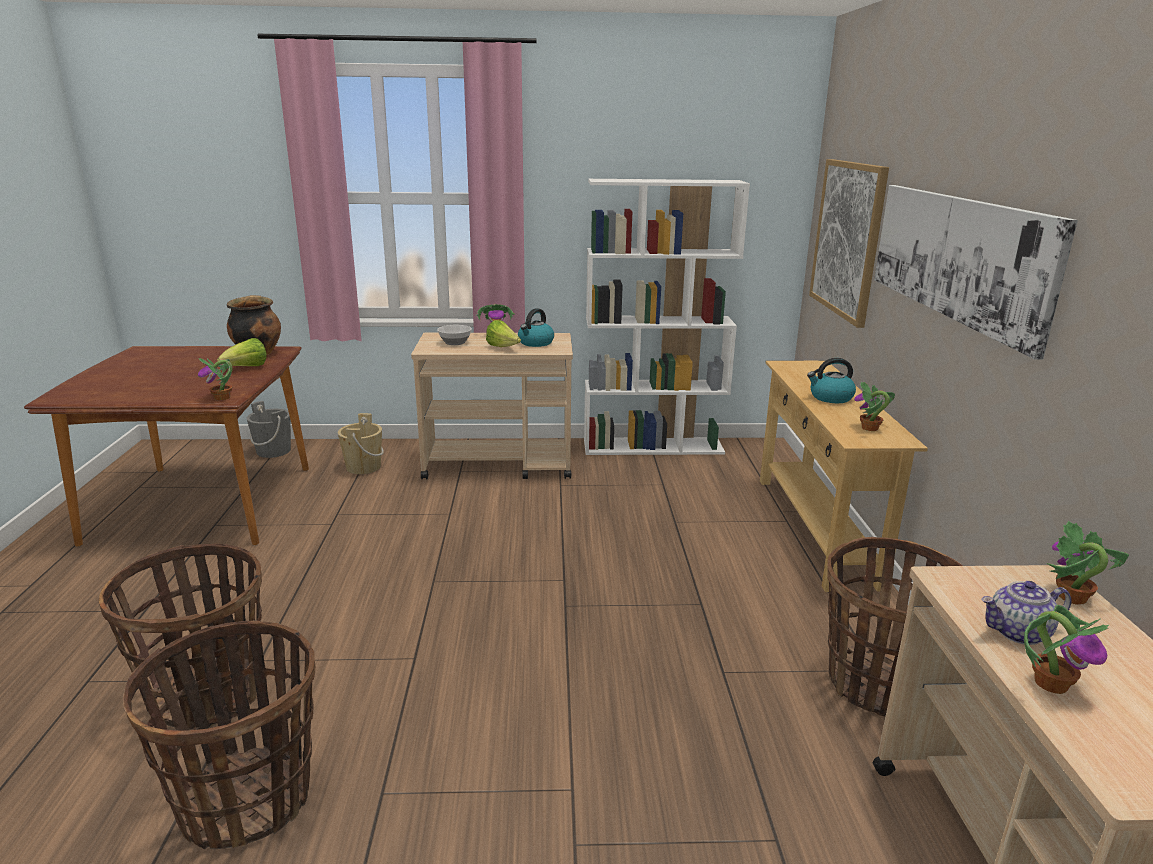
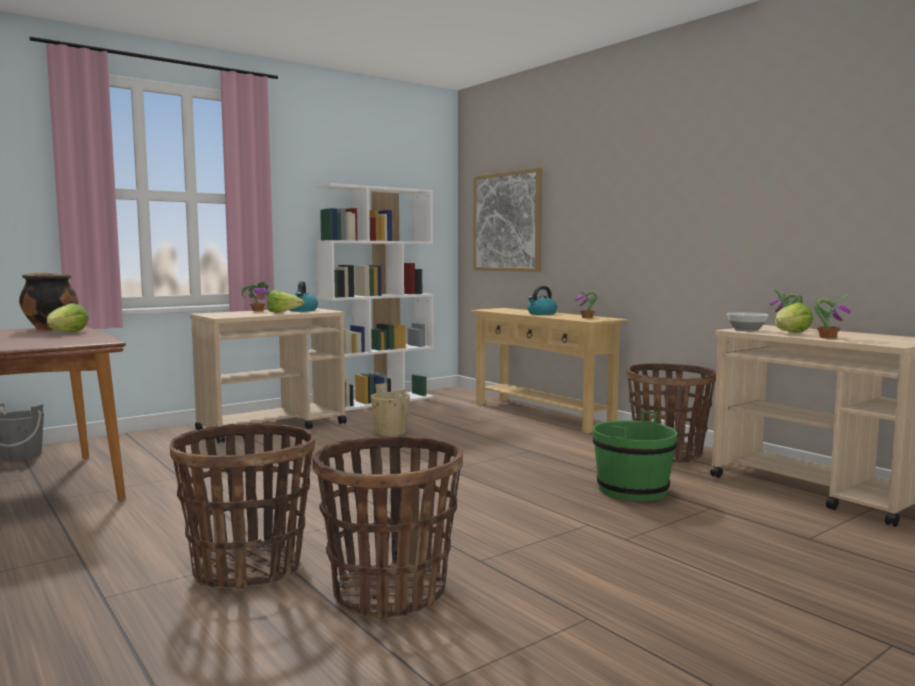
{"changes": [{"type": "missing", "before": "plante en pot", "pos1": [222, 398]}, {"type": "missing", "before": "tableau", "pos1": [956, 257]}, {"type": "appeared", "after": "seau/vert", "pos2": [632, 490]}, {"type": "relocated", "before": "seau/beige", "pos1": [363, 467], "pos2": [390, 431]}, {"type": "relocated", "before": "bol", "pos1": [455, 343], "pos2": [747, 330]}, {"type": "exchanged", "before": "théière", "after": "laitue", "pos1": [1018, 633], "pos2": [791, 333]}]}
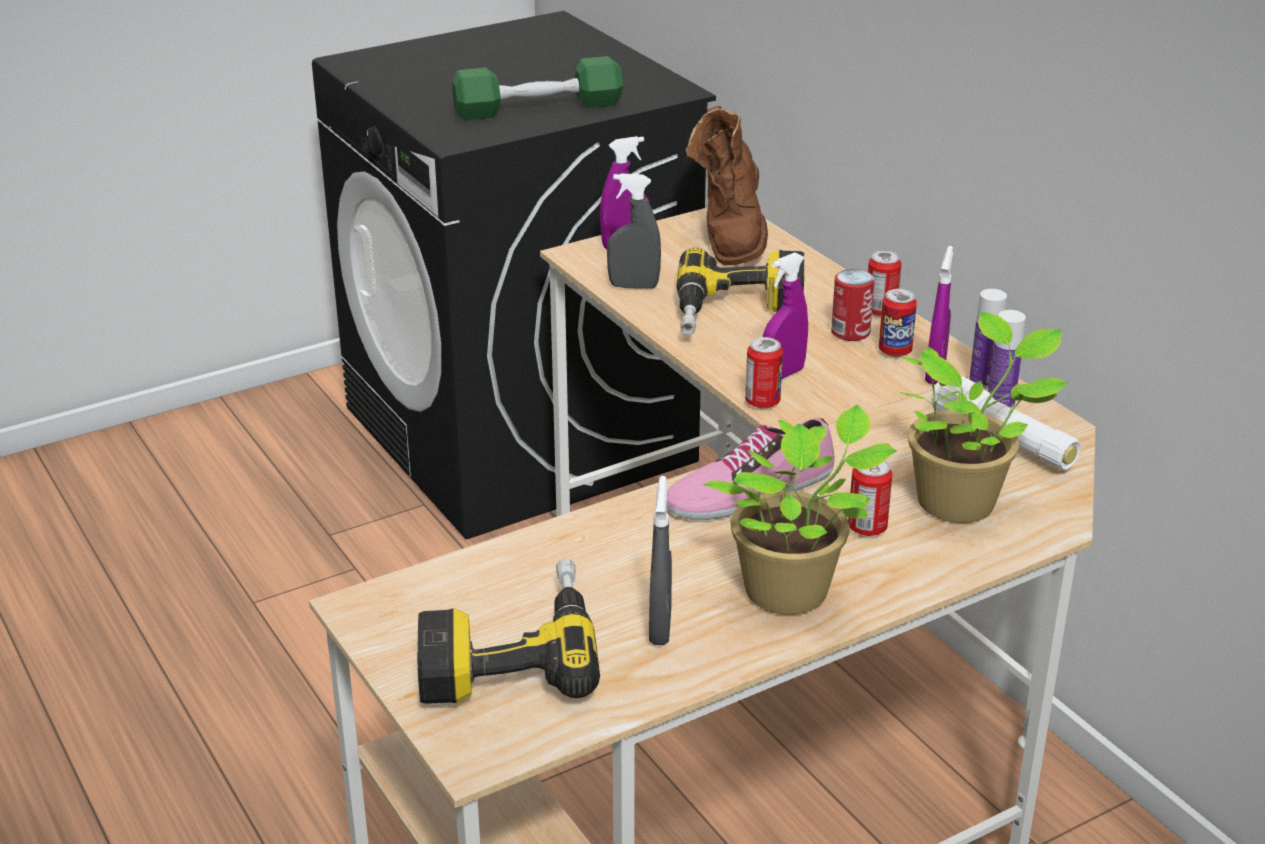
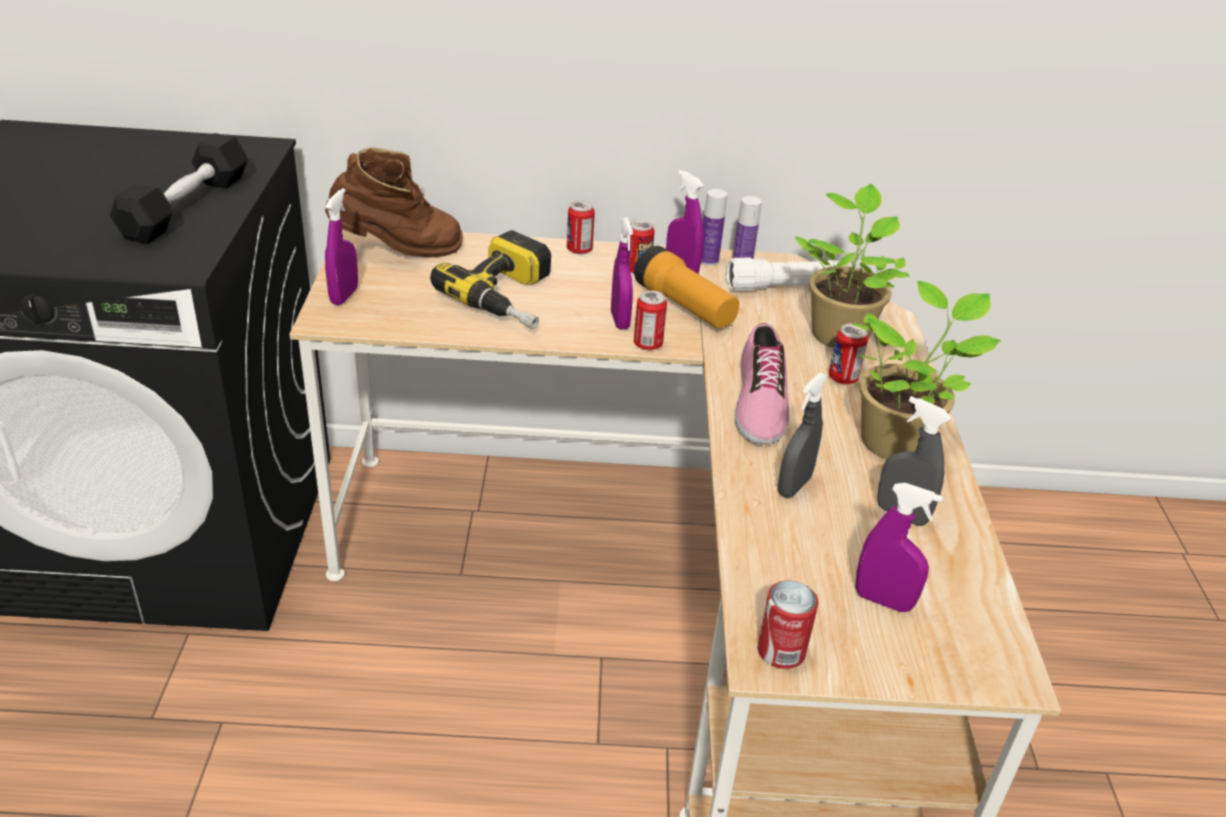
{"changes": [{"type": "appeared", "after": "lampe de poche", "pos2": [684, 307]}, {"type": "relocated", "before": "vaporisateur/gris", "pos1": [633, 286], "pos2": [794, 486]}, {"type": "relocated", "before": "boîte métallique", "pos1": [850, 332], "pos2": [781, 651]}, {"type": "exchanged", "before": "perceuse", "after": "vaporisateur/violet", "pos1": [508, 650], "pos2": [883, 600]}, {"type": "colour", "before": "haltère/vert", "after": "haltère/noir", "pos1": [538, 108], "pos2": [187, 206]}, {"type": "spun", "before": "botte/marron", "pos1": [731, 238], "pos2": [397, 251], "turn": -45}]}
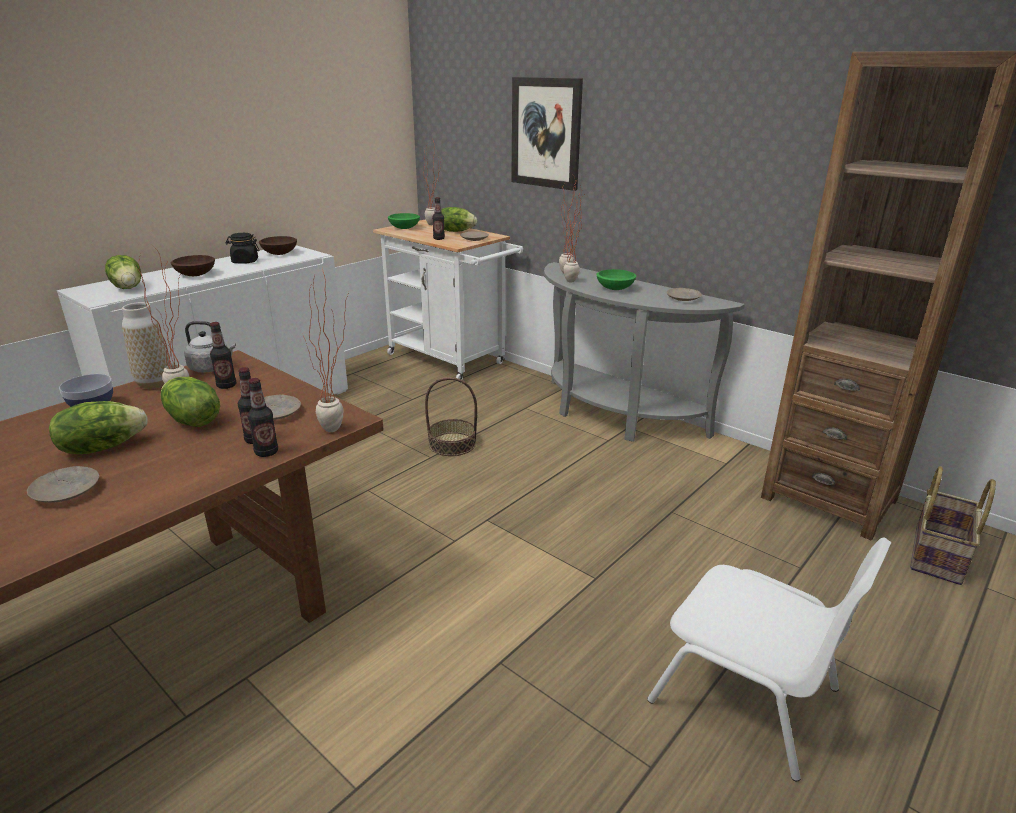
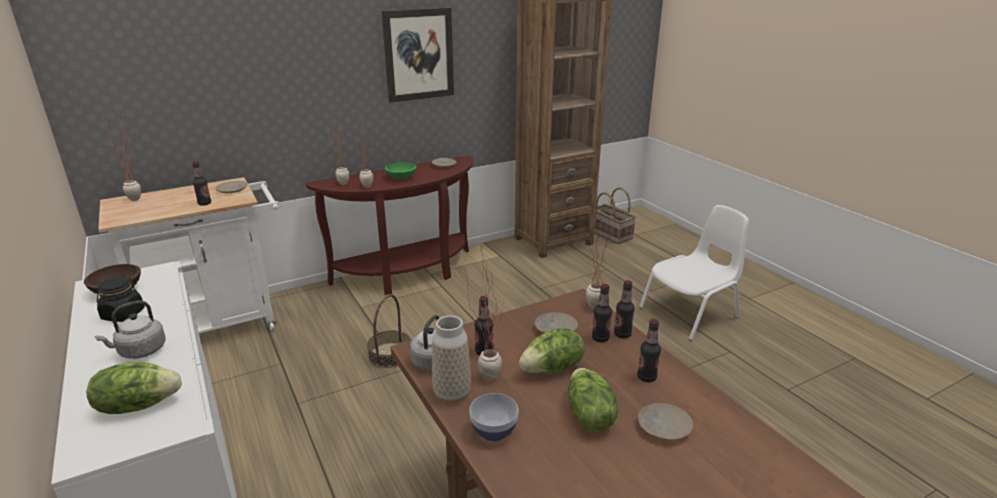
{"changes": [{"type": "missing", "before": "bol/vert", "pos1": [404, 228]}, {"type": "missing", "before": "laitue", "pos1": [455, 231]}, {"type": "appeared", "after": "bouteille", "pos2": [646, 377]}, {"type": "relocated", "before": "tableau", "pos1": [546, 133], "pos2": [418, 54]}, {"type": "exchanged", "before": "bol/marron", "after": "bouilloire/gris", "pos1": [195, 274], "pos2": [140, 351]}, {"type": "colour", "before": "table console/gris", "after": "table console/marron", "pos1": [613, 415], "pos2": [408, 274]}]}
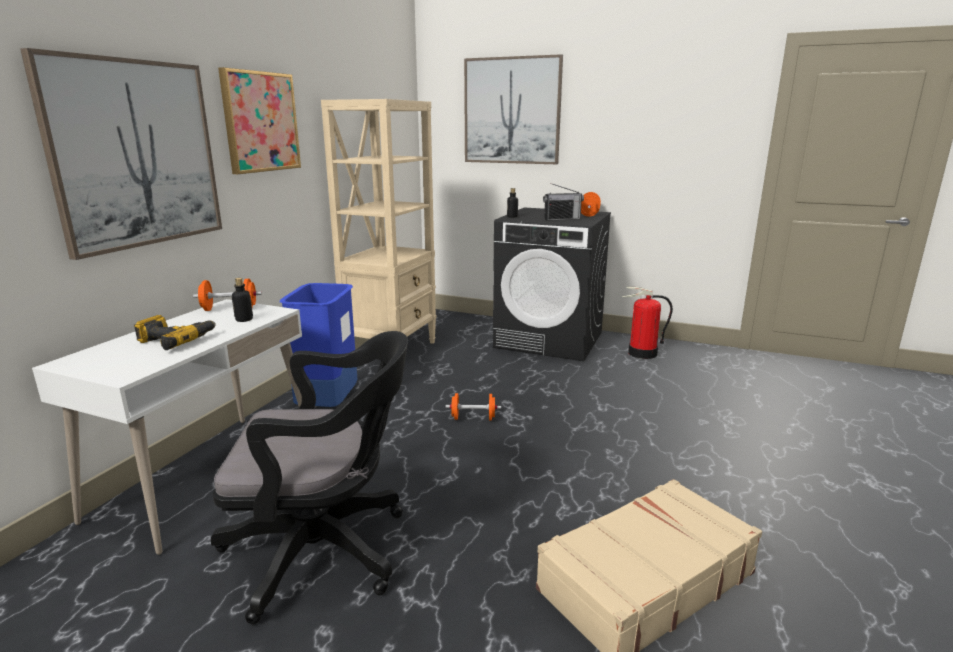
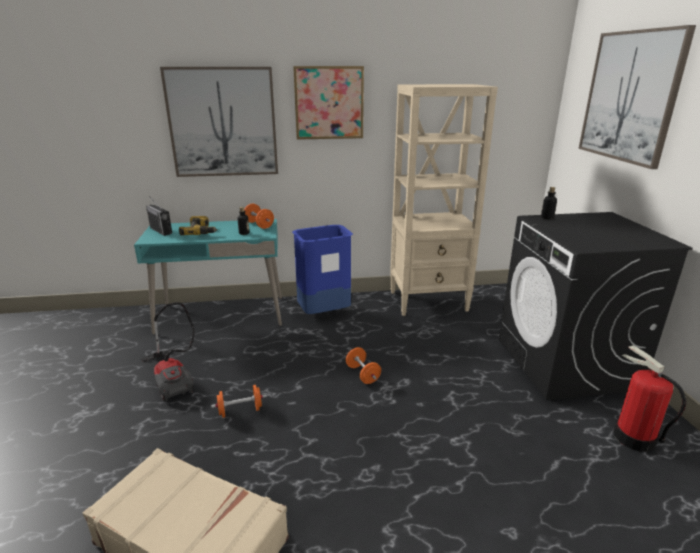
{"changes": [{"type": "relocated", "before": "radio", "pos1": [562, 219], "pos2": [161, 231]}, {"type": "relocated", "before": "haltère/orange", "pos1": [589, 214], "pos2": [240, 411]}, {"type": "exchanged", "before": "chaise de bureau/noir", "after": "aspirateur", "pos1": [326, 550], "pos2": [173, 378]}, {"type": "colour", "before": "bureau/blanc", "after": "bureau/turquoise", "pos1": [208, 476], "pos2": [221, 314]}]}
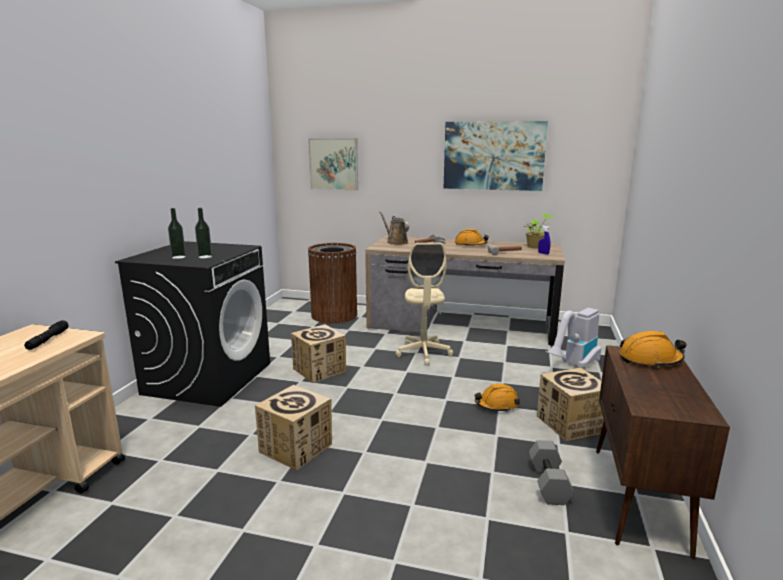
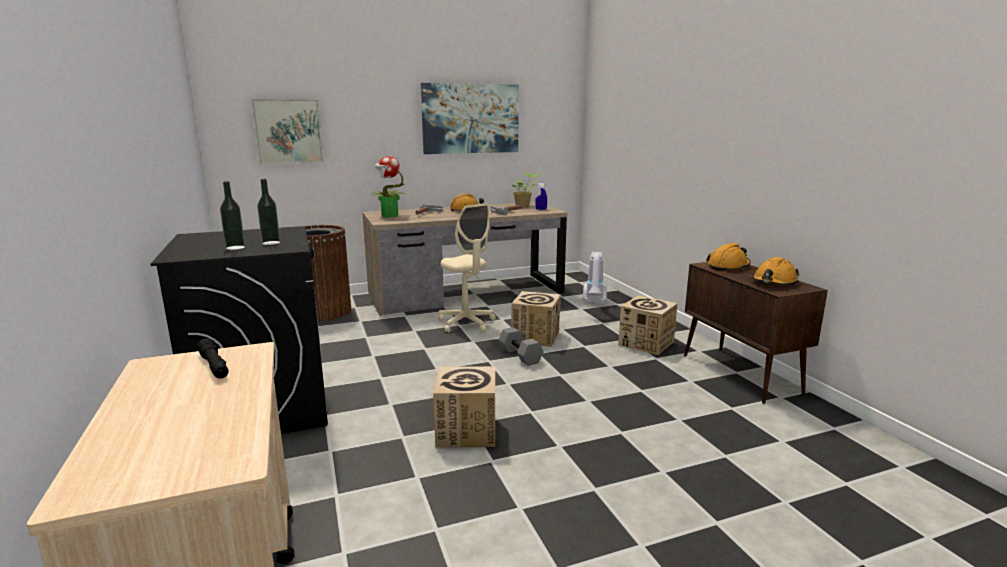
{"changes": [{"type": "relocated", "before": "carton", "pos1": [319, 370], "pos2": [536, 336]}, {"type": "relocated", "before": "casque de chantier/orange", "pos1": [497, 405], "pos2": [774, 282]}, {"type": "relocated", "before": "haltère/gris", "pos1": [549, 483], "pos2": [521, 355]}, {"type": "exchanged", "before": "arrosoir/marron", "after": "plante en pot", "pos1": [395, 242], "pos2": [389, 216]}]}
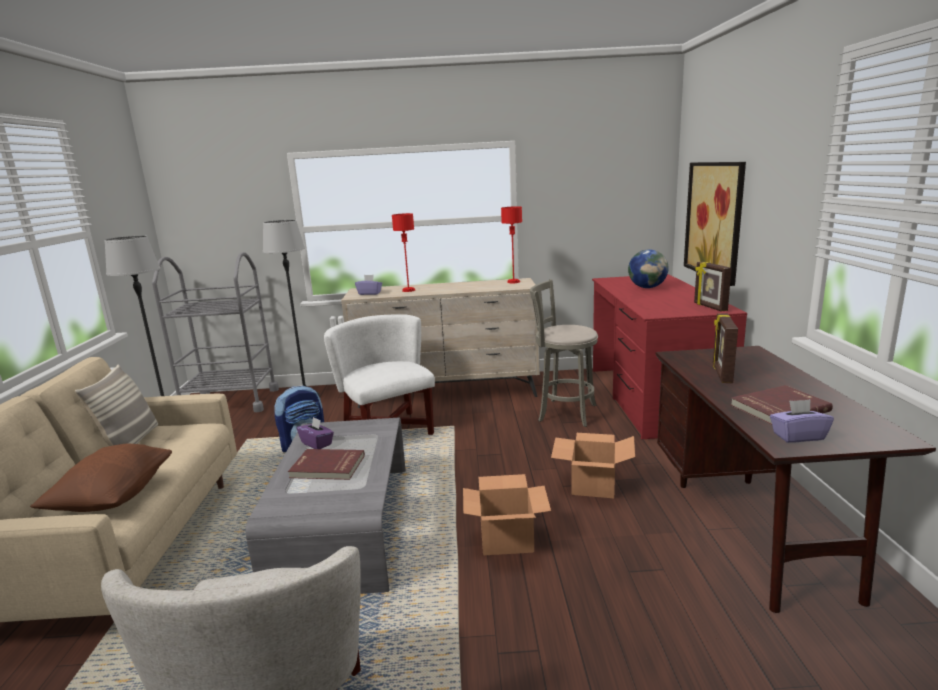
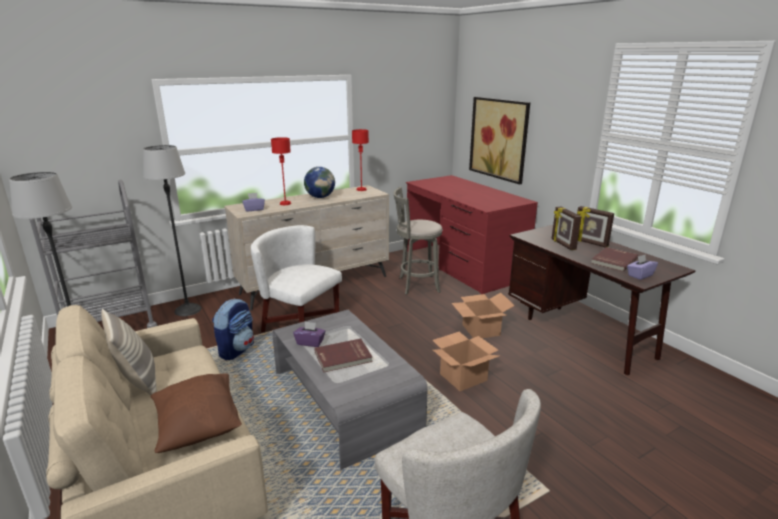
{"changes": [{"type": "relocated", "before": "globe", "pos1": [647, 287], "pos2": [320, 197]}, {"type": "relocated", "before": "cadre photo", "pos1": [709, 307], "pos2": [590, 243]}]}
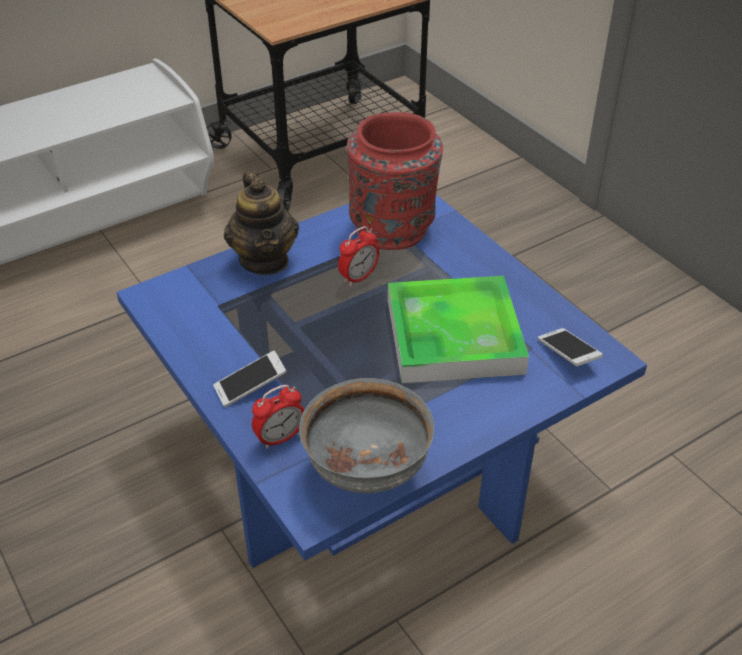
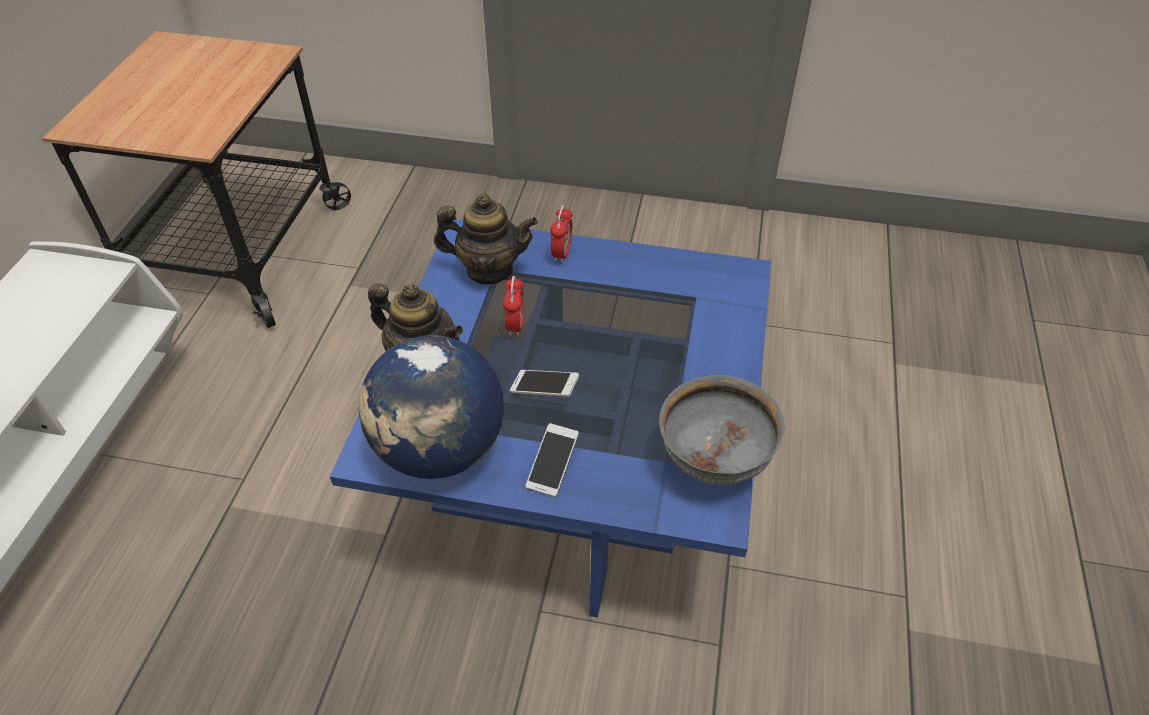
{"changes": [{"type": "missing", "before": "plateau", "pos1": [454, 336]}, {"type": "appeared", "after": "globe", "pos2": [439, 450]}, {"type": "relocated", "before": "réveil", "pos1": [280, 438], "pos2": [561, 253]}, {"type": "relocated", "before": "téléphone", "pos1": [567, 354], "pos2": [544, 390]}, {"type": "exchanged", "before": "vase/rouge", "after": "théière", "pos1": [393, 228], "pos2": [489, 270]}]}
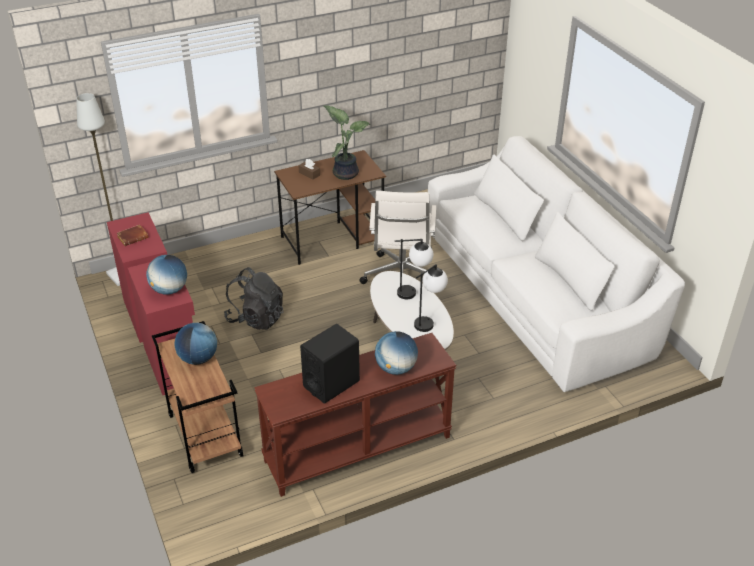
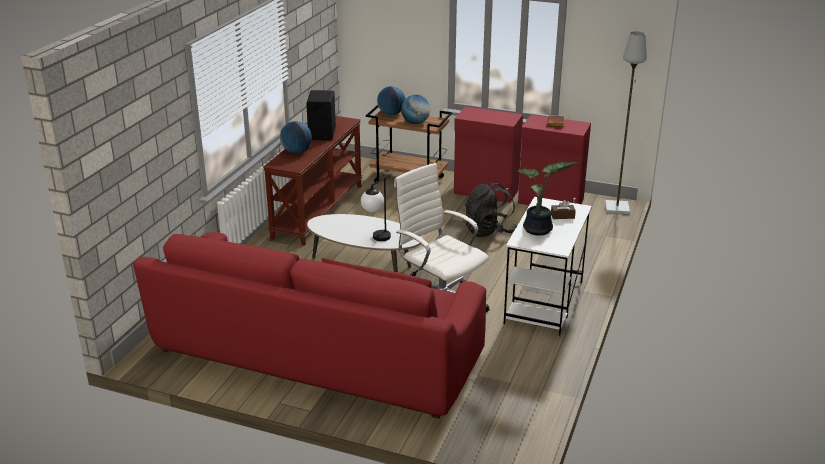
{"changes": [{"type": "missing", "before": "lampe de table", "pos1": [429, 321]}, {"type": "relocated", "before": "globe", "pos1": [169, 290], "pos2": [391, 114]}, {"type": "colour", "before": "bureau/marron", "after": "bureau/blanc", "pos1": [333, 239], "pos2": [544, 302]}, {"type": "colour", "before": "canapé/blanc", "after": "canapé/rouge", "pos1": [535, 292], "pos2": [316, 354]}]}
